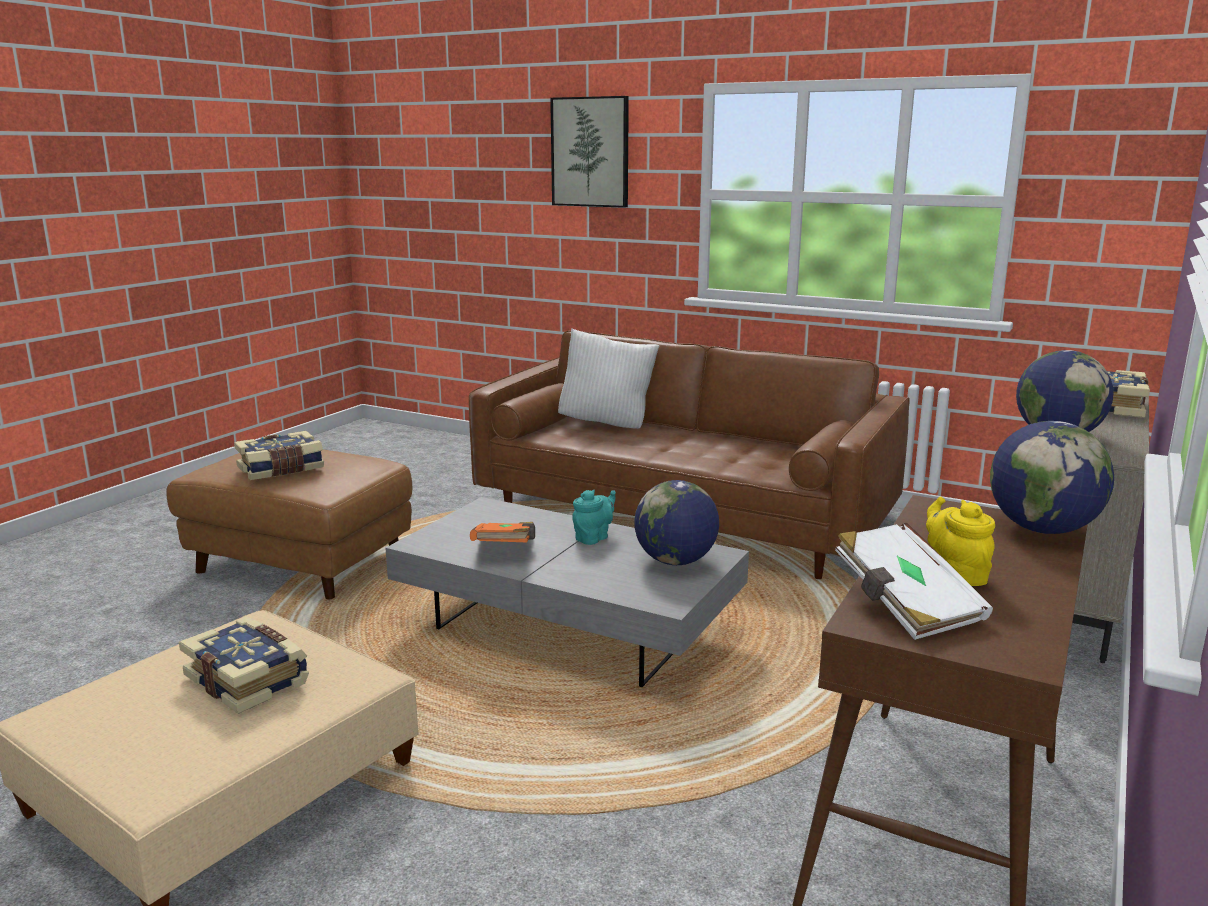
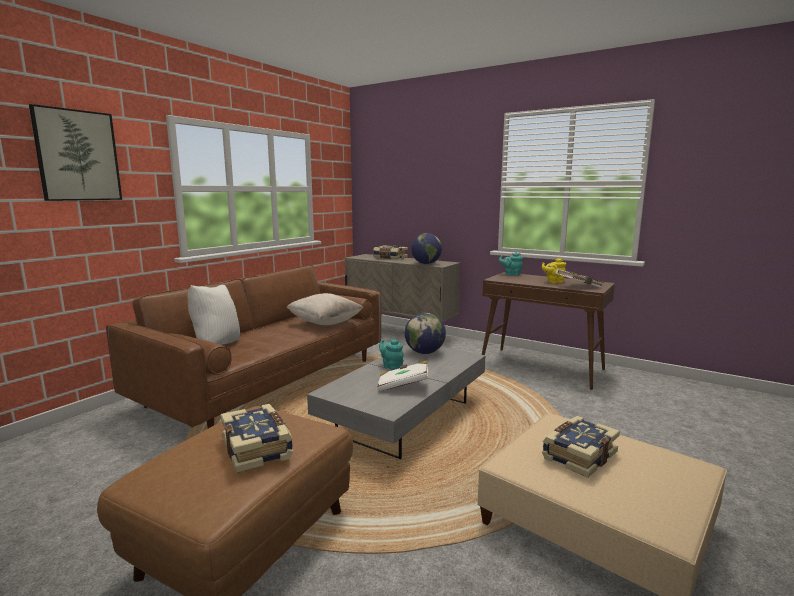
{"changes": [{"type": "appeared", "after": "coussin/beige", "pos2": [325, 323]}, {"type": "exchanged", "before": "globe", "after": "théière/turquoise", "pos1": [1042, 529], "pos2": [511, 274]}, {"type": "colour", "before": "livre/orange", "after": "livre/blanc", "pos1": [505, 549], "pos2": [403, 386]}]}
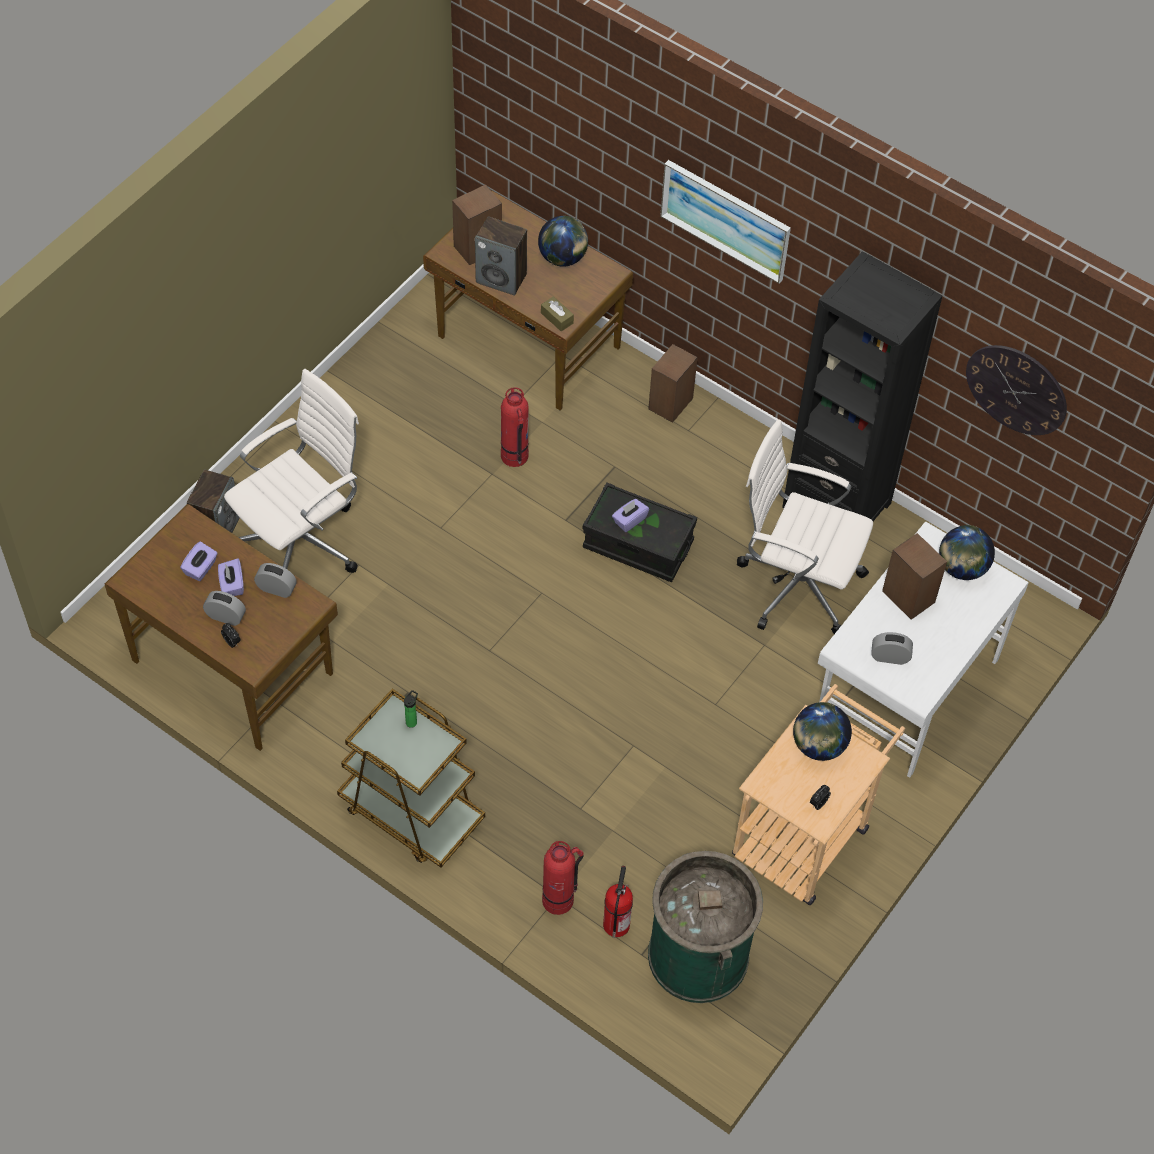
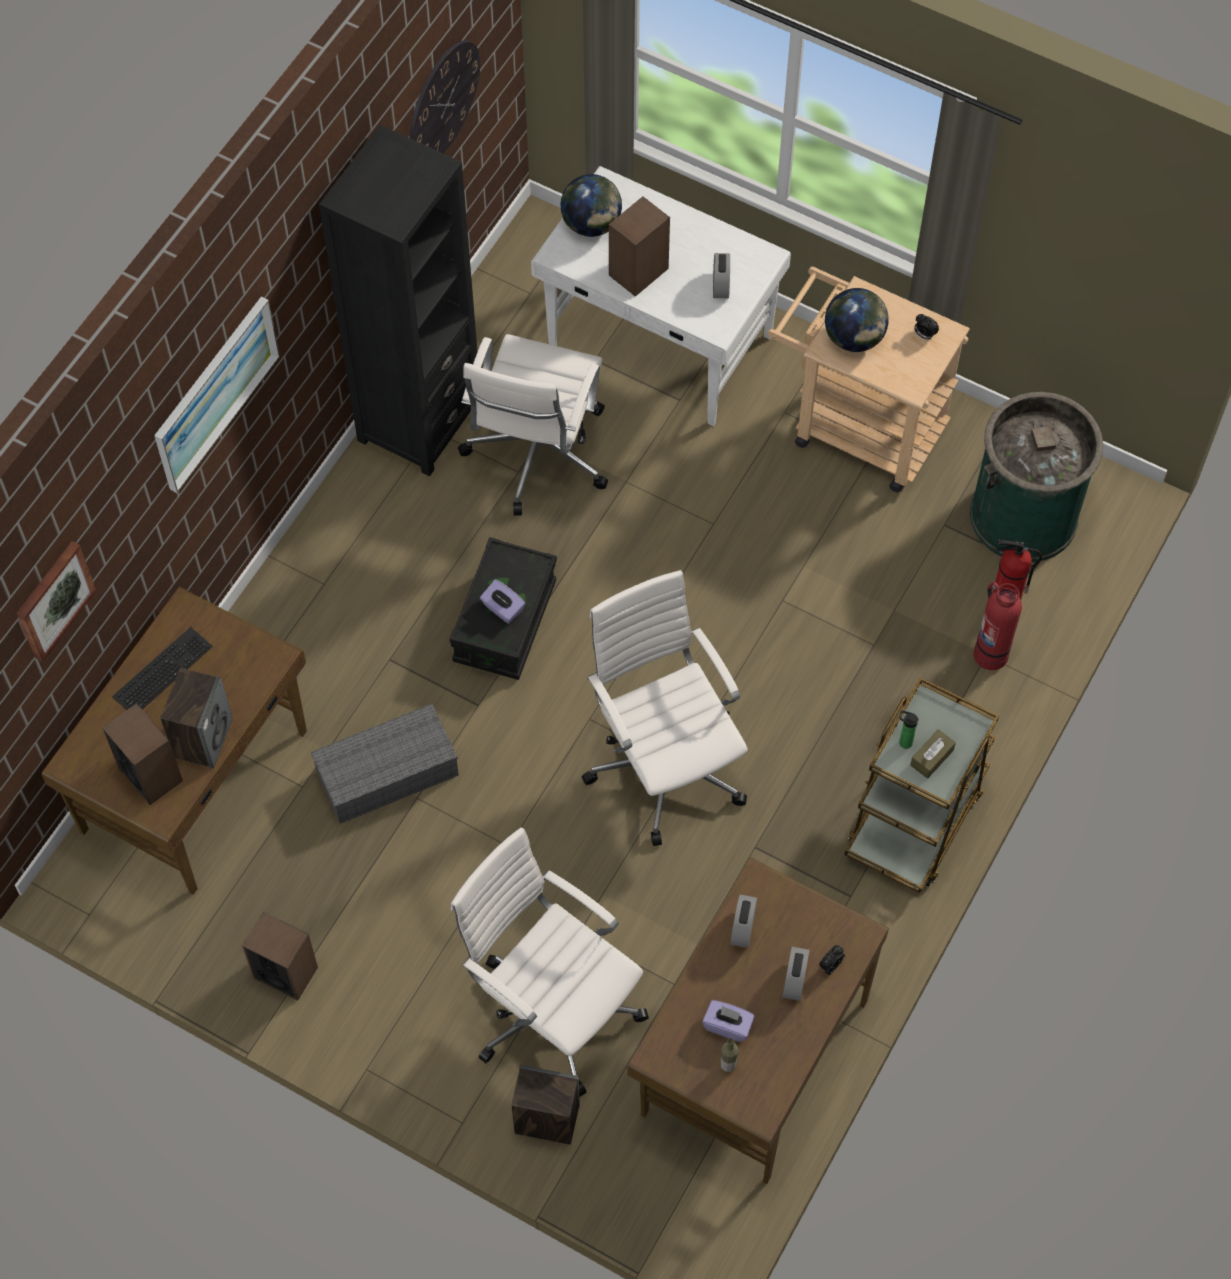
{"changes": [{"type": "missing", "before": "boîte à mouchoirs/violet", "pos1": [232, 584]}, {"type": "appeared", "after": "tableau", "pos2": [53, 599]}, {"type": "appeared", "after": "chaise de bureau/blanc", "pos2": [665, 763]}, {"type": "appeared", "after": "bouteille", "pos2": [728, 1065]}, {"type": "relocated", "before": "boîte à mouchoirs/marron", "pos1": [557, 318], "pos2": [931, 757]}, {"type": "relocated", "before": "enceinte", "pos1": [671, 403], "pos2": [285, 972]}, {"type": "exchanged", "before": "extincteur", "after": "boîte de rangement/gris", "pos1": [514, 456], "pos2": [386, 775]}, {"type": "exchanged", "before": "globe", "after": "clavier", "pos1": [562, 258], "pos2": [162, 669]}]}
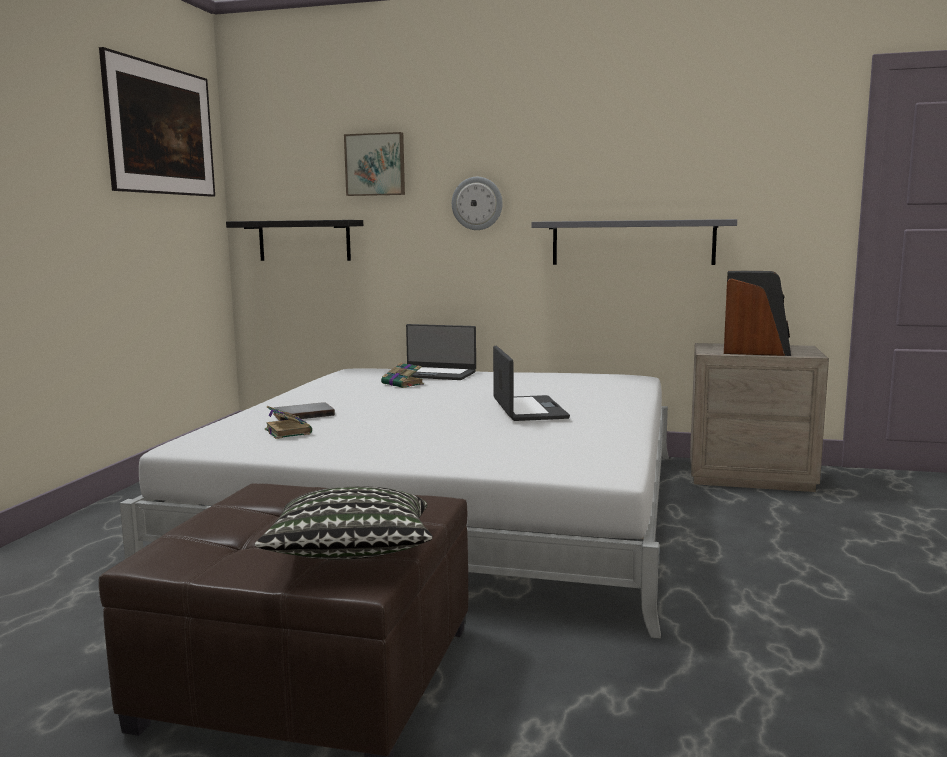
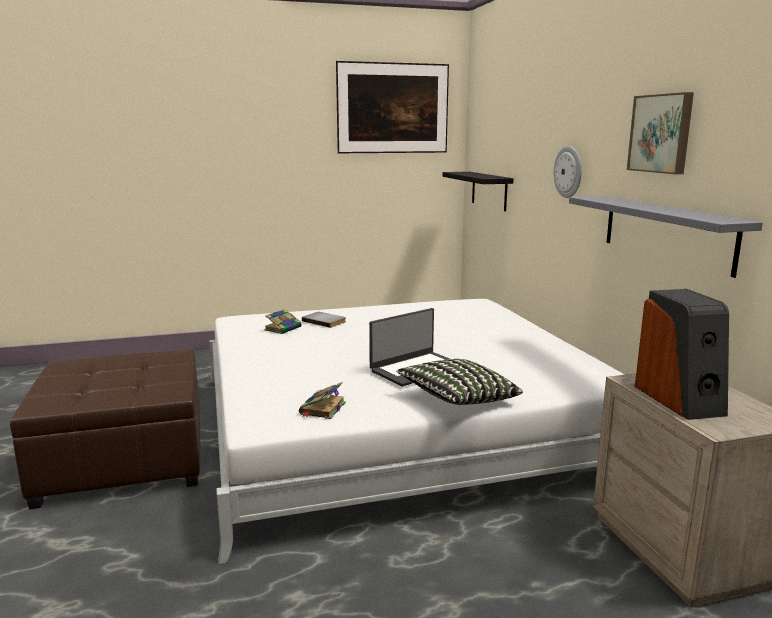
{"changes": [{"type": "missing", "before": "ordinateur portable", "pos1": [434, 374]}, {"type": "relocated", "before": "coussin", "pos1": [351, 555], "pos2": [457, 400]}, {"type": "relocated", "before": "tableau", "pos1": [375, 164], "pos2": [661, 133]}, {"type": "relocated", "before": "livre", "pos1": [403, 384], "pos2": [322, 409]}]}
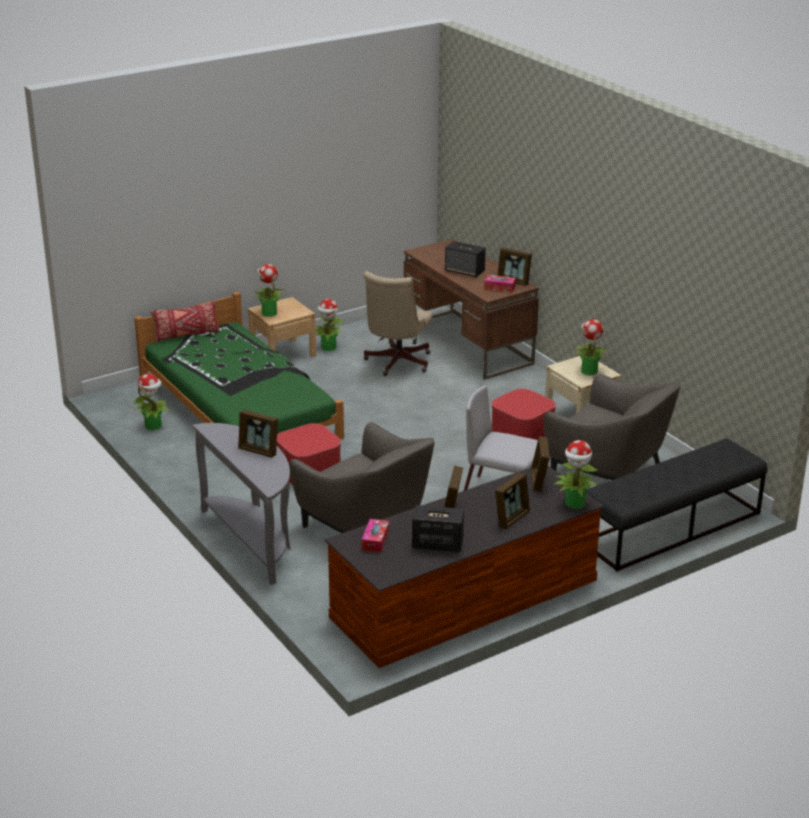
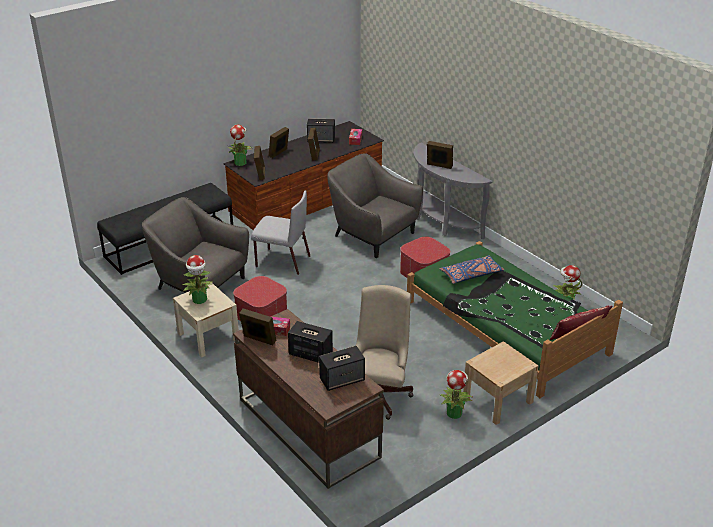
{"changes": [{"type": "missing", "before": "plante en pot", "pos1": [269, 313]}, {"type": "appeared", "after": "enceinte", "pos2": [342, 380]}, {"type": "appeared", "after": "coussin/bleu", "pos2": [471, 275]}]}
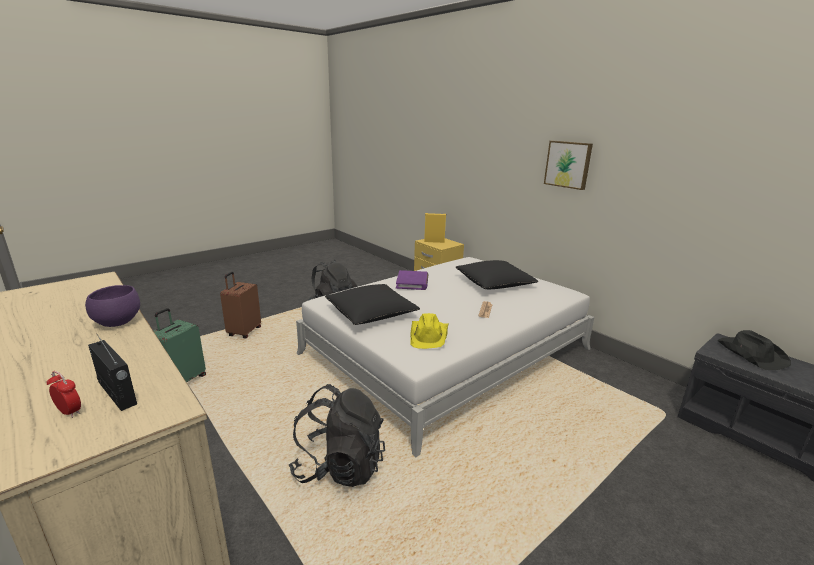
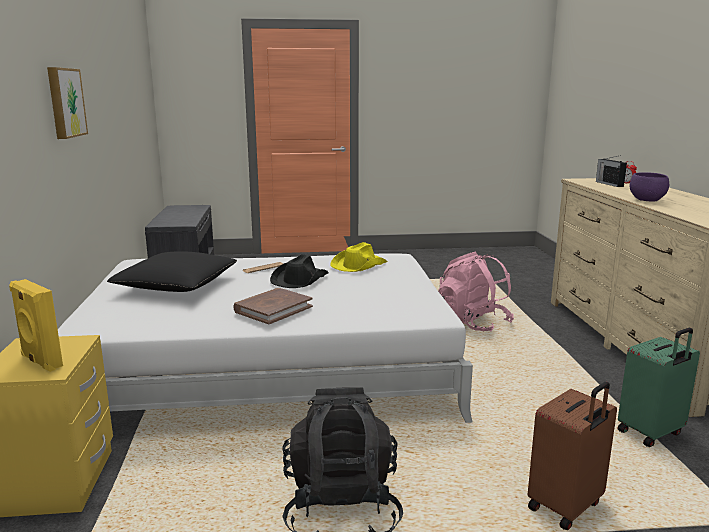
{"changes": [{"type": "missing", "before": "coussin/noir", "pos1": [371, 313]}, {"type": "relocated", "before": "chapeau/noir", "pos1": [750, 354], "pos2": [299, 279]}, {"type": "colour", "before": "sac à dos/noir", "after": "sac à dos/rose", "pos1": [339, 466], "pos2": [472, 323]}, {"type": "colour", "before": "livre/violet", "after": "livre/marron", "pos1": [412, 282], "pos2": [273, 309]}]}
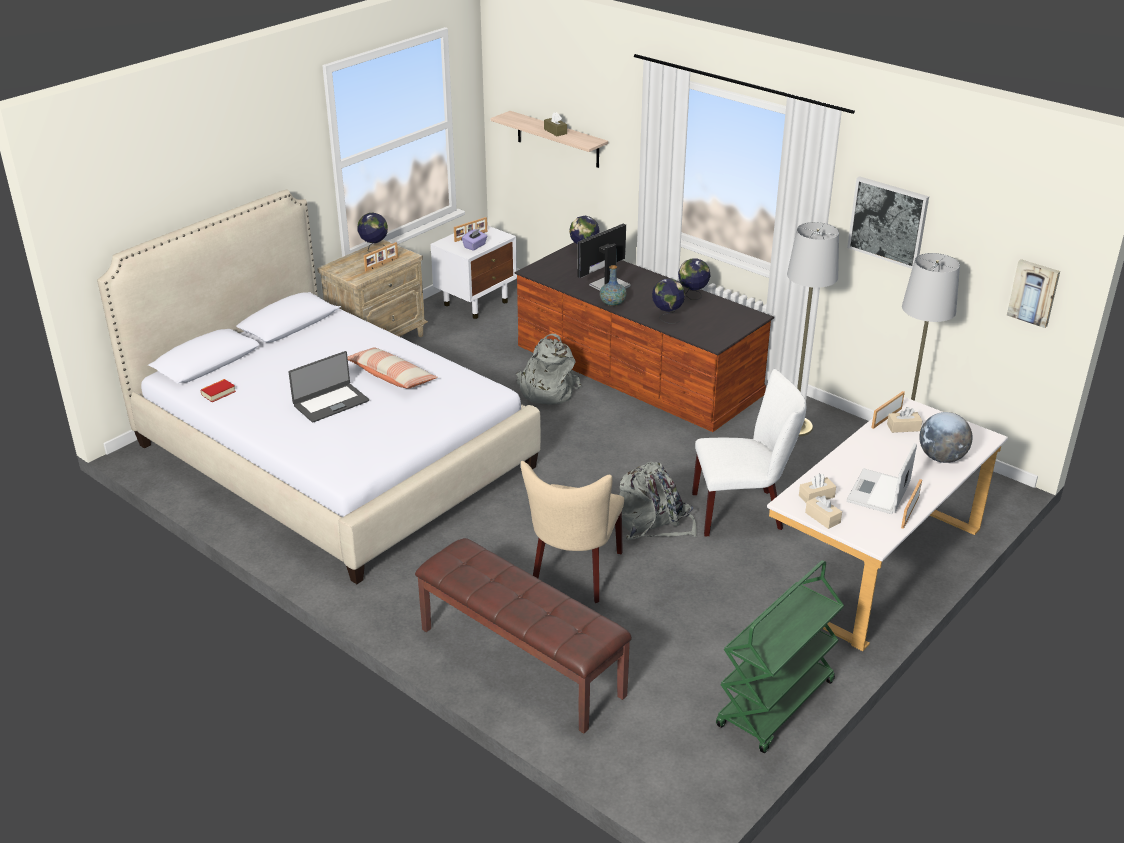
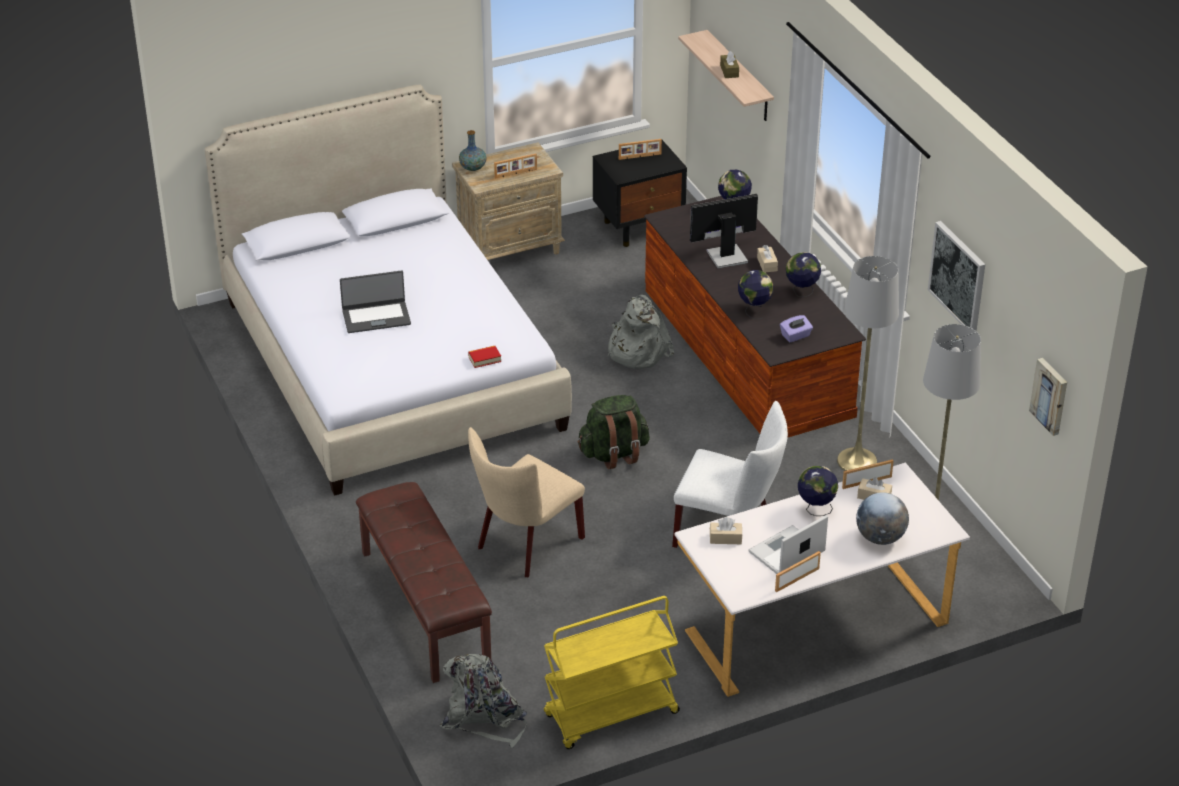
{"changes": [{"type": "missing", "before": "coussin", "pos1": [391, 377]}, {"type": "appeared", "after": "sac à dos/vert", "pos2": [614, 454]}, {"type": "relocated", "before": "livre", "pos1": [218, 393], "pos2": [484, 359]}, {"type": "relocated", "before": "globe", "pos1": [374, 249], "pos2": [815, 509]}, {"type": "relocated", "before": "boîte à mouchoirs/violet", "pos1": [475, 246], "pos2": [795, 336]}, {"type": "relocated", "before": "vase", "pos1": [612, 303], "pos2": [473, 168]}, {"type": "relocated", "before": "sac à dos/gris", "pos1": [654, 523], "pos2": [484, 717]}, {"type": "relocated", "before": "boîte à mouchoirs/beige", "pos1": [822, 518], "pos2": [767, 264]}, {"type": "colour", "before": "table de chevet/blanc", "after": "table de chevet/noir", "pos1": [476, 303], "pos2": [639, 227]}, {"type": "colour", "before": "chariot/vert", "after": "chariot/jaune", "pos1": [776, 705], "pos2": [611, 715]}]}
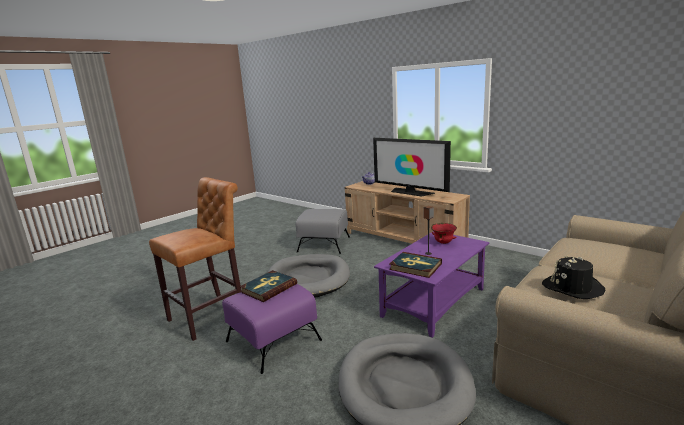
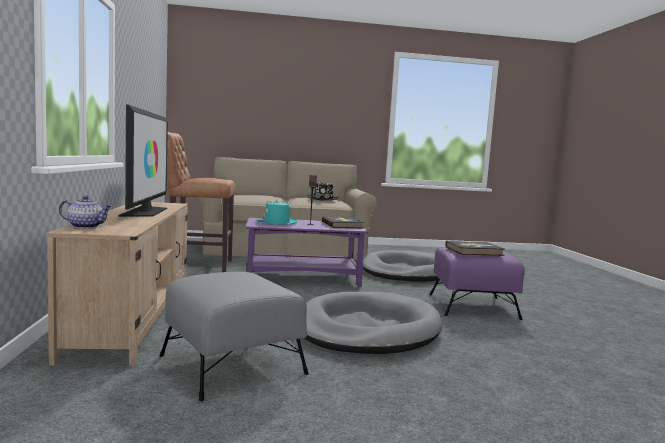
{"changes": [{"type": "relocated", "before": "tabouret/marron", "pos1": [211, 315], "pos2": [195, 265]}, {"type": "exchanged", "before": "bol/rouge", "after": "chapeau/turquoise", "pos1": [443, 243], "pos2": [276, 223]}]}
